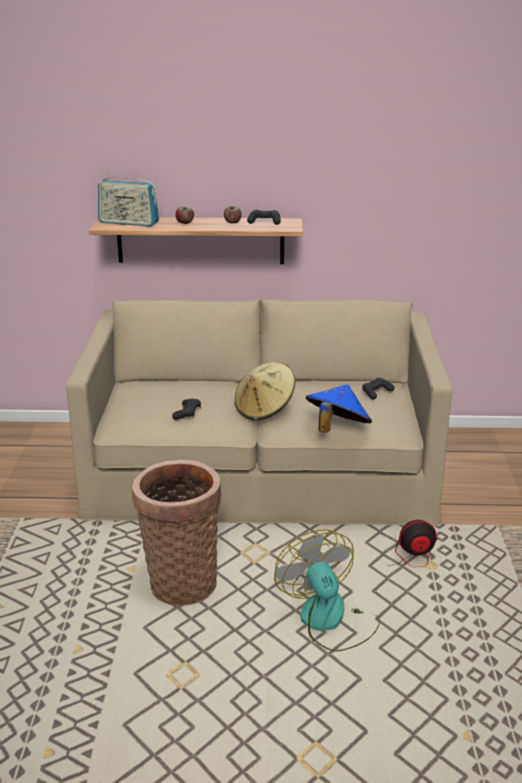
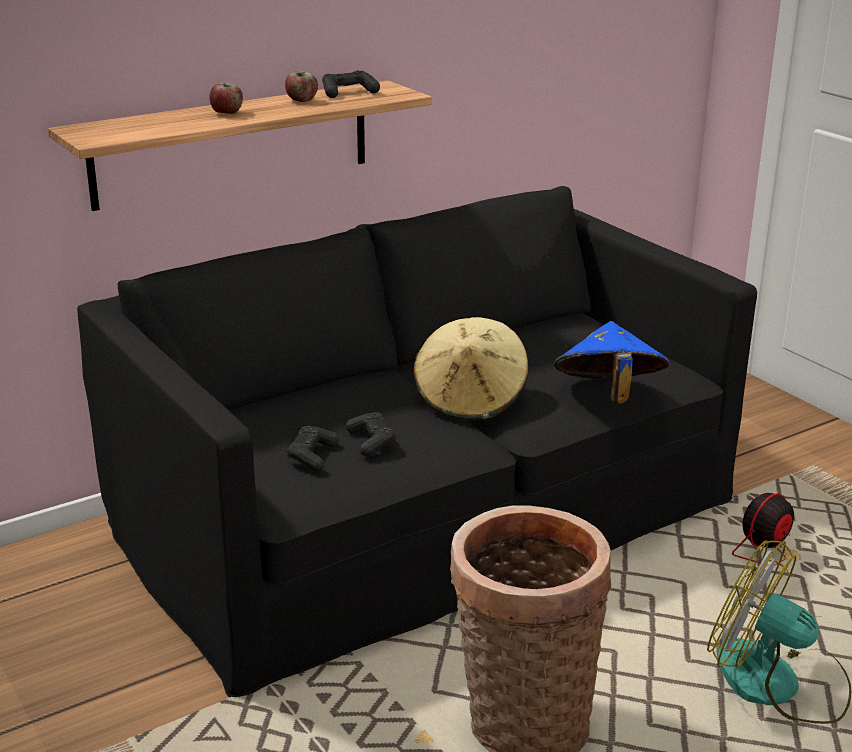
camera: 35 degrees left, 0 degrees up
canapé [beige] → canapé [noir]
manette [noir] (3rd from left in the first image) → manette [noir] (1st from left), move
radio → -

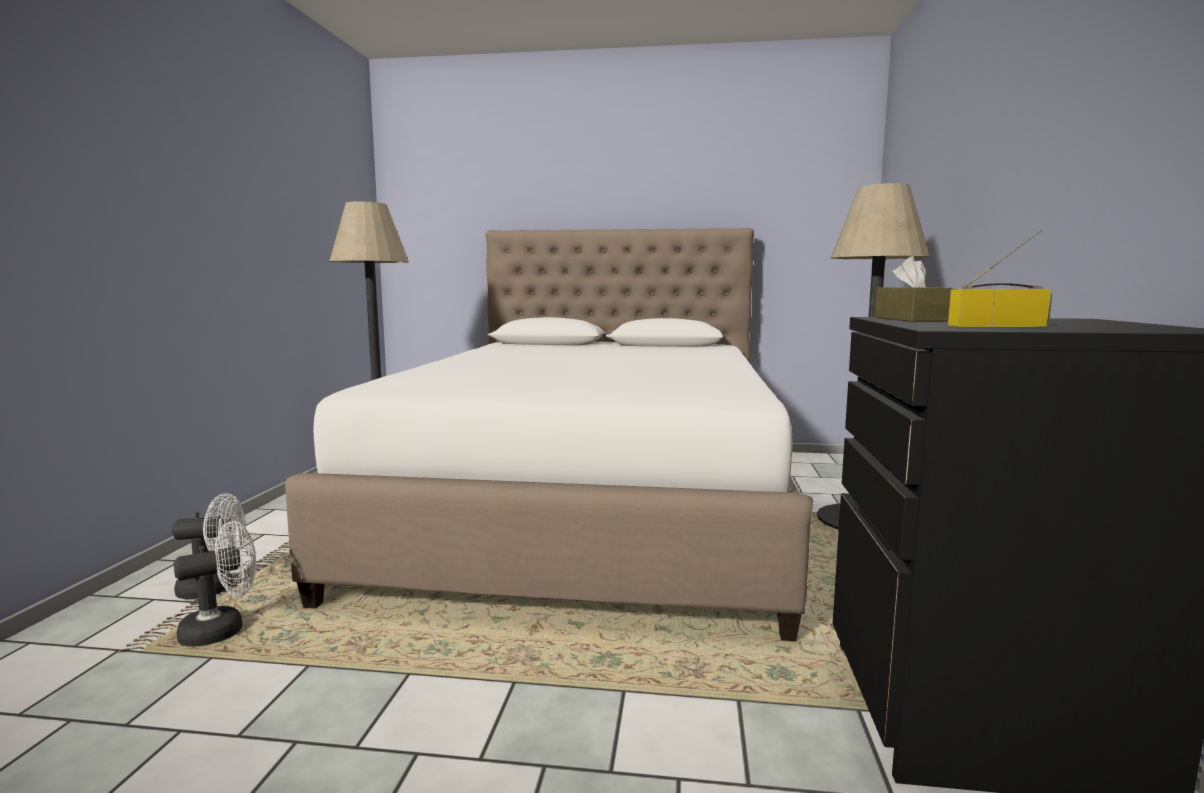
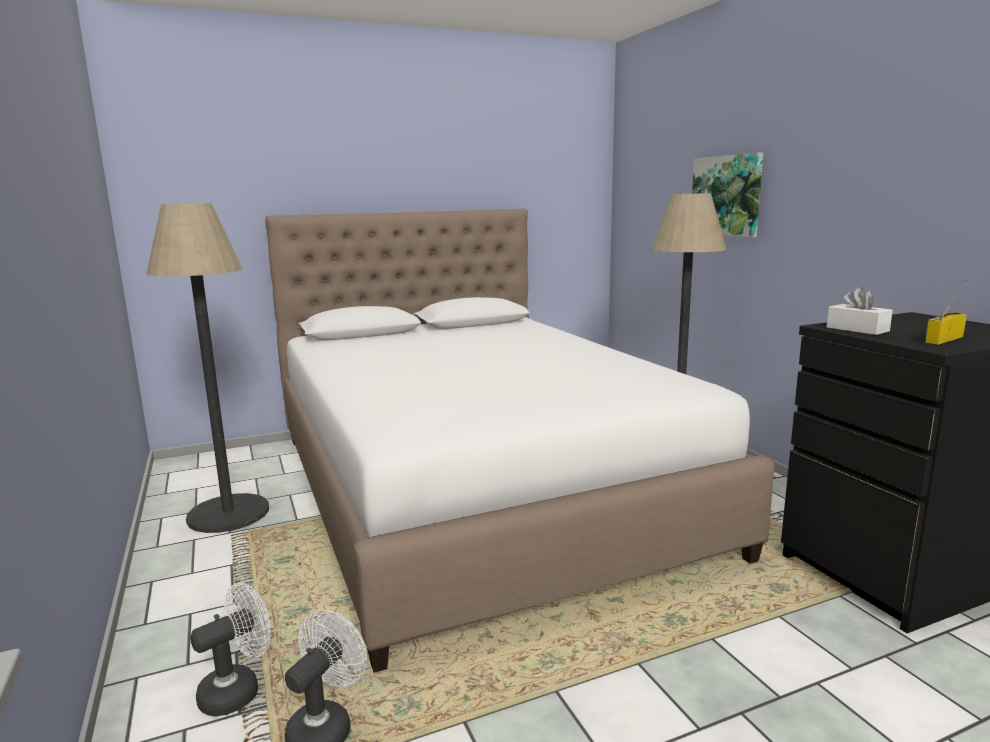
camera: 30 degrees left, 5 degrees up
- → tableau
boîte à mouchoirs [marron] → boîte à mouchoirs [blanc]

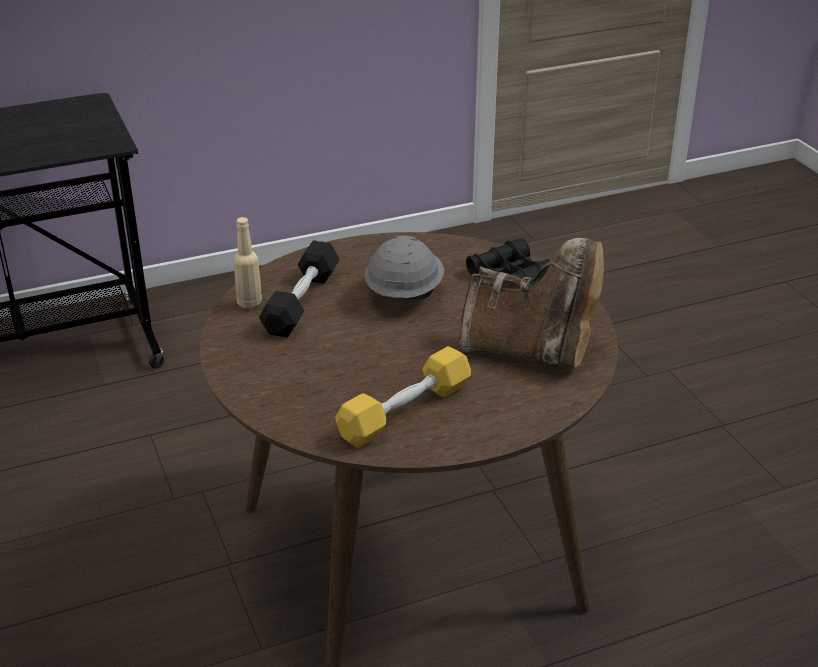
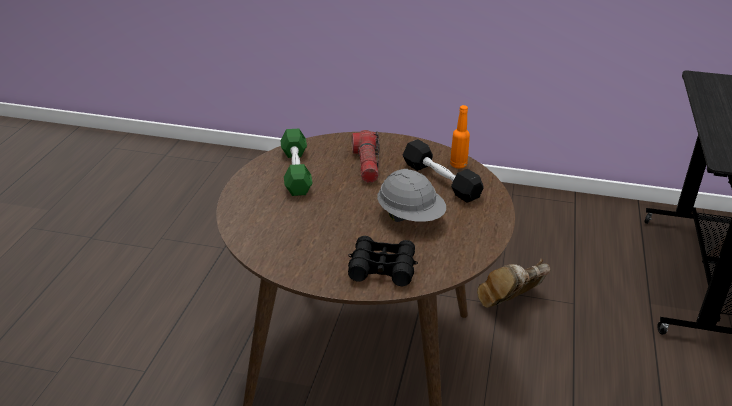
camera: 125 degrees right, 0 degrees up
haltère [jaune] → haltère [vert]
- → lampe de poche
bouteille [beige] → bouteille [orange]
botte [marron], move

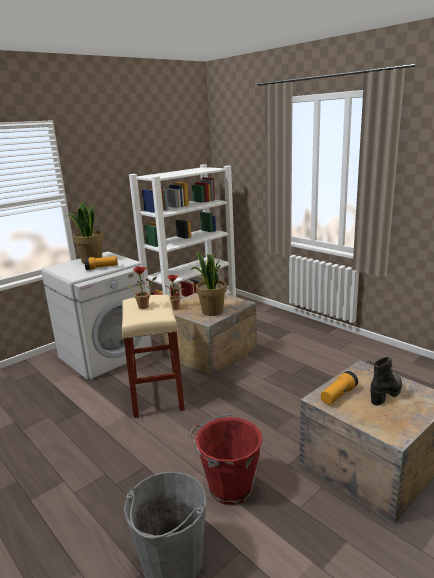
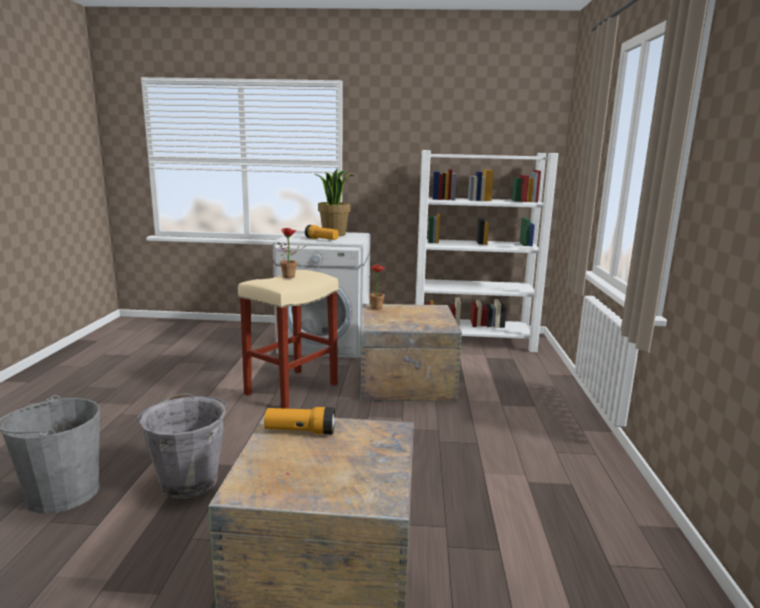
camera: 45 degrees right, 5 degrees down
seau [rouge] → seau [gris] (2nd from left)
plante en pot (4th from left) → -
botte [noir] → -

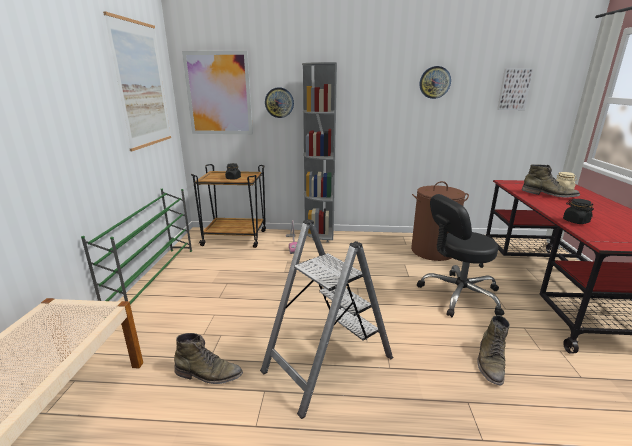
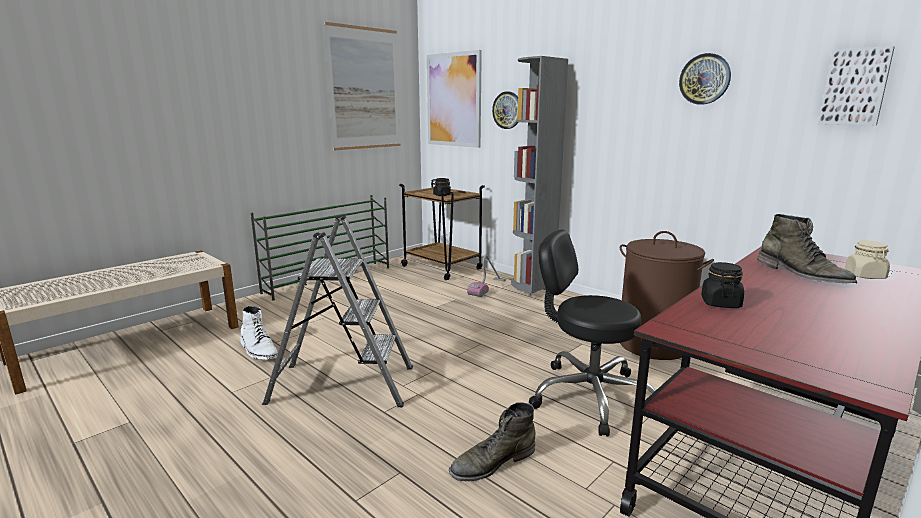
camera: 40 degrees right, 5 degrees down
botte [vert] (1st from left) → botte [blanc]

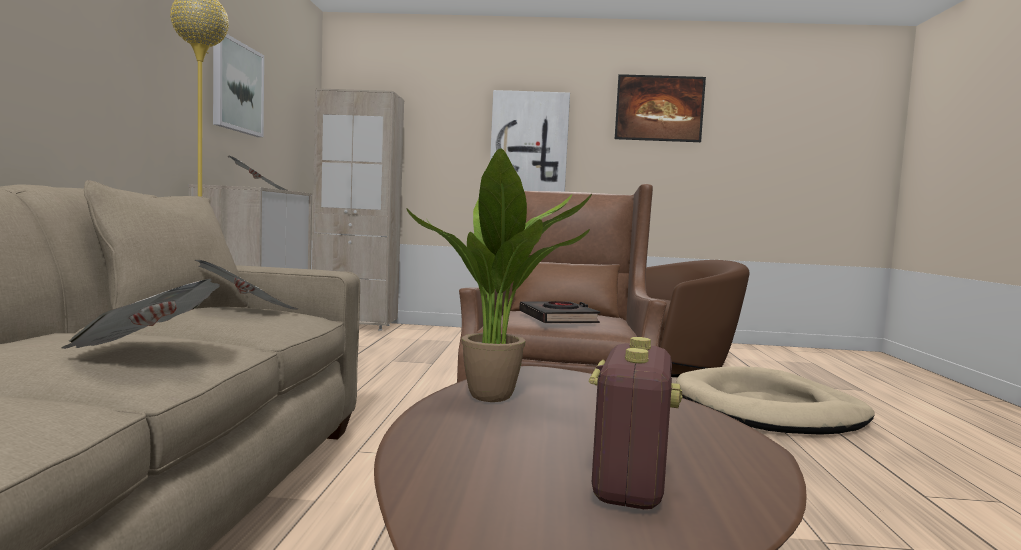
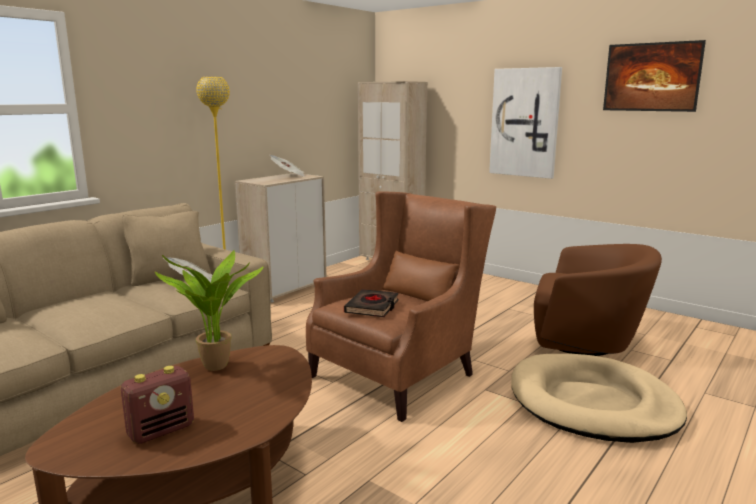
camera: 35 degrees right, 10 degrees up
journal (1st from left) → -
tableau (1st from left) → -

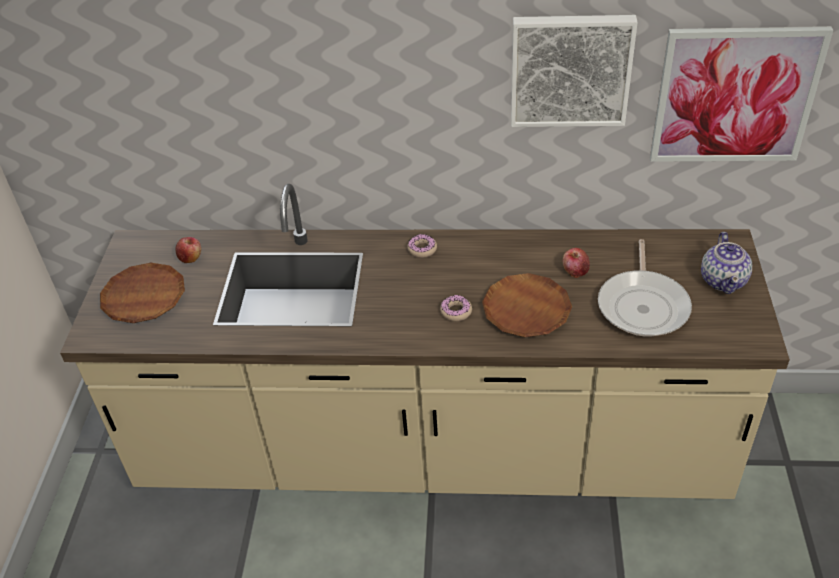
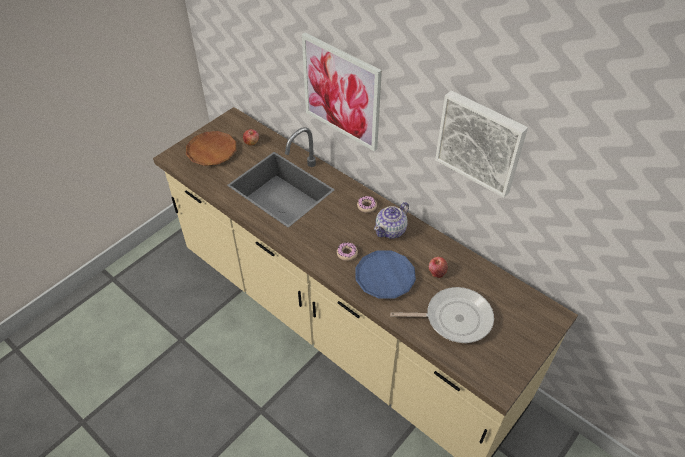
camera: 35 degrees right, 5 degrees up
tableau (2nd from left in the first image) → tableau (1st from left), move
assiette [marron] (2nd from left) → assiette [bleu]
théière, move
poêle, 135 degrees counterclockwise

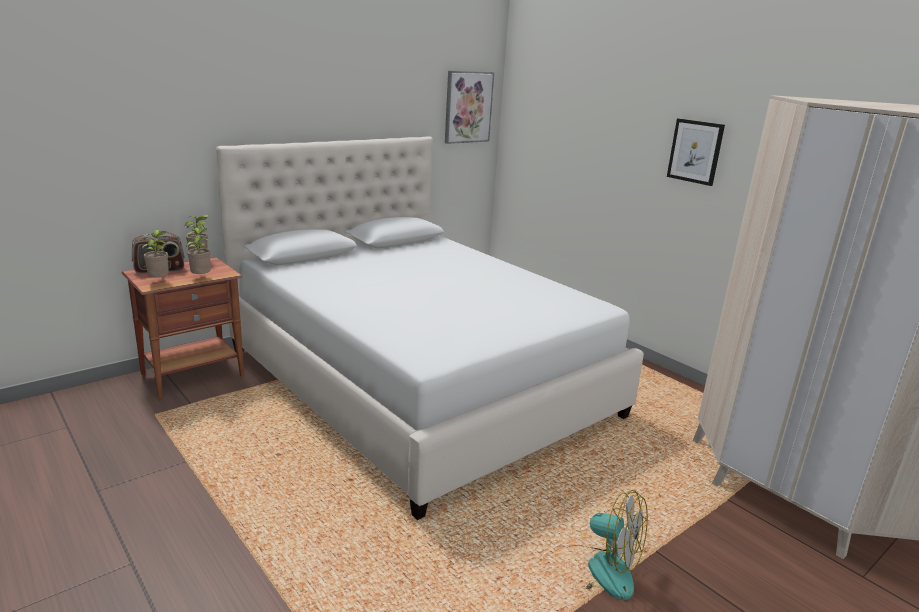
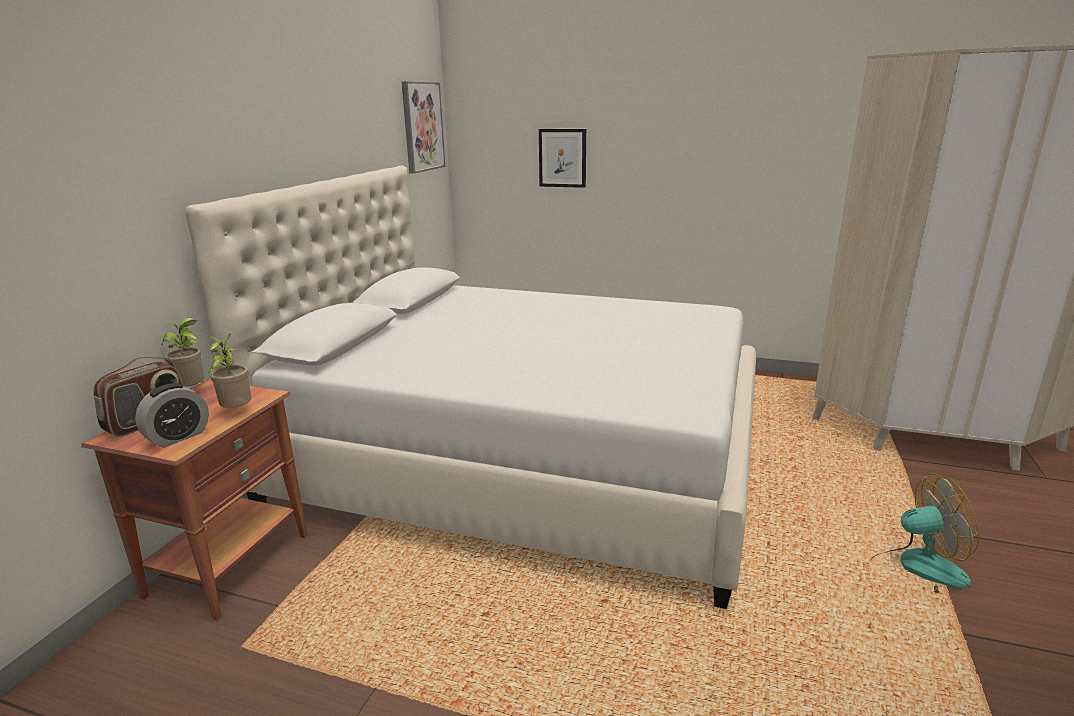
camera: 30 degrees left, 0 degrees up
plante en pot (1st from left) → réveil
tableau (2nd from left), move

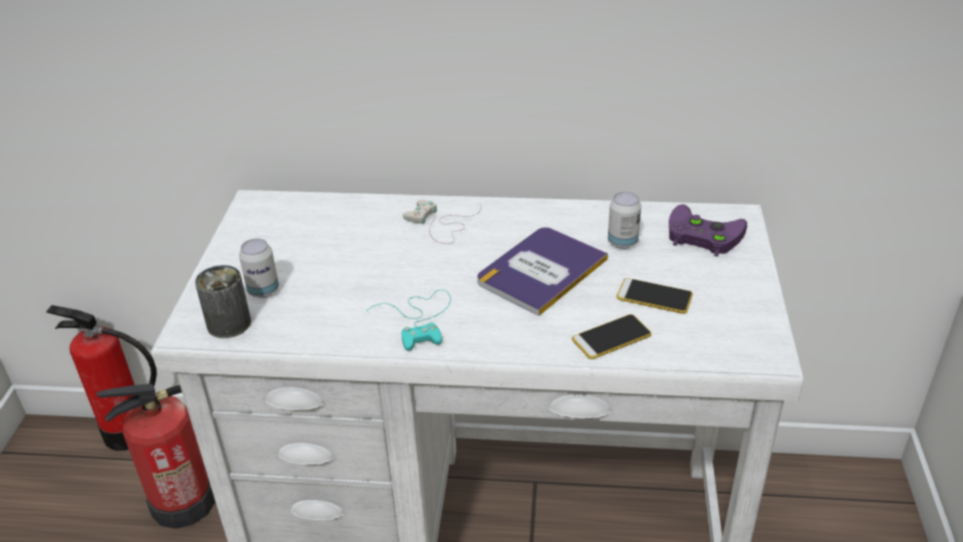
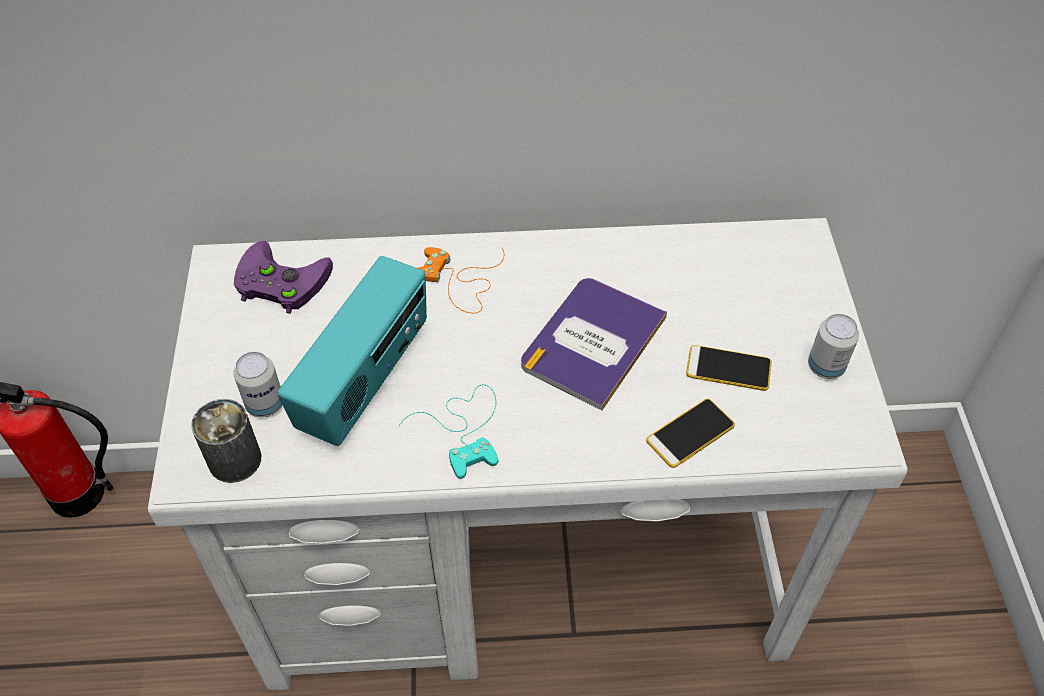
camera: 10 degrees left, 15 degrees up
manette [violet], move
- → radio
manette [blanc] → manette [orange]
boîte métallique (3rd from left), move
extincteur (2nd from left) → -

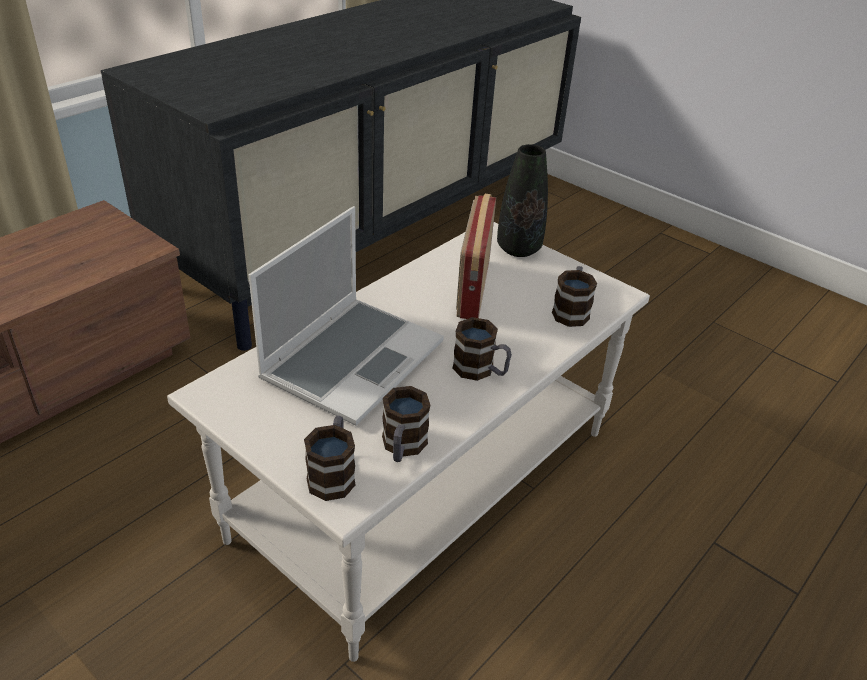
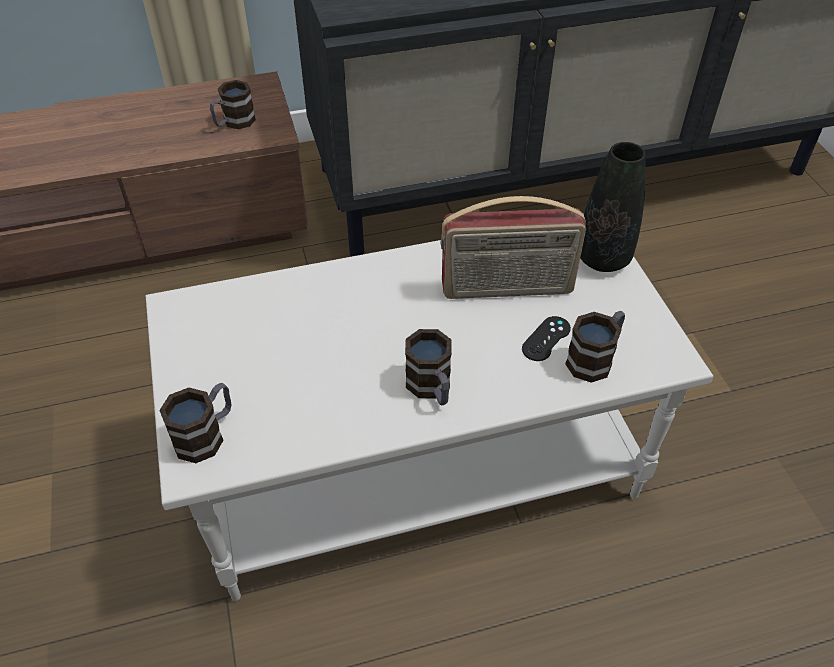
camera: 35 degrees right, 10 degrees up
mug (2nd from left), move
radio, 135 degrees counterclockwise
- → manette [noir]
ordinateur portable → -

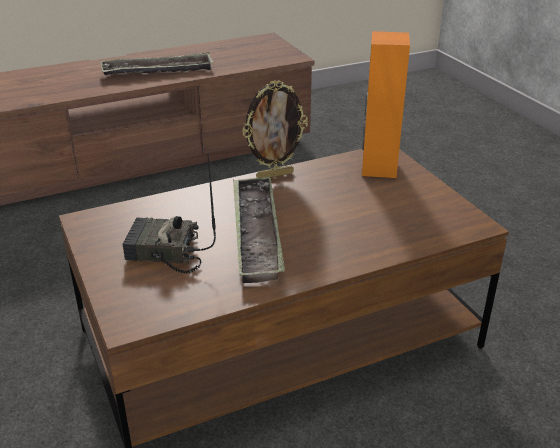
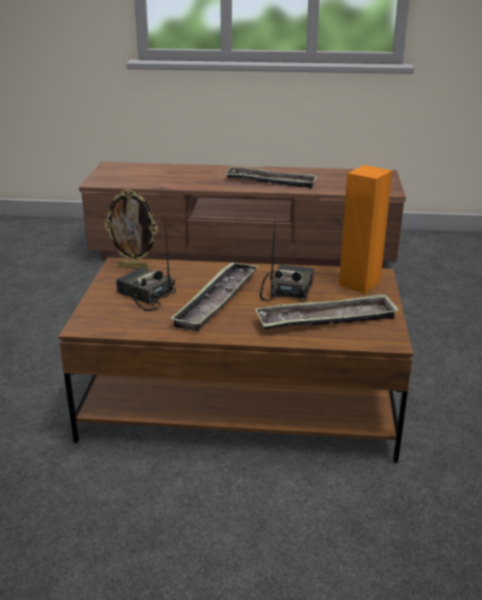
camera: 30 degrees right, 5 degrees down
cadre photo, move
- → plateau (3rd from left)
- → radio (2nd from left)

